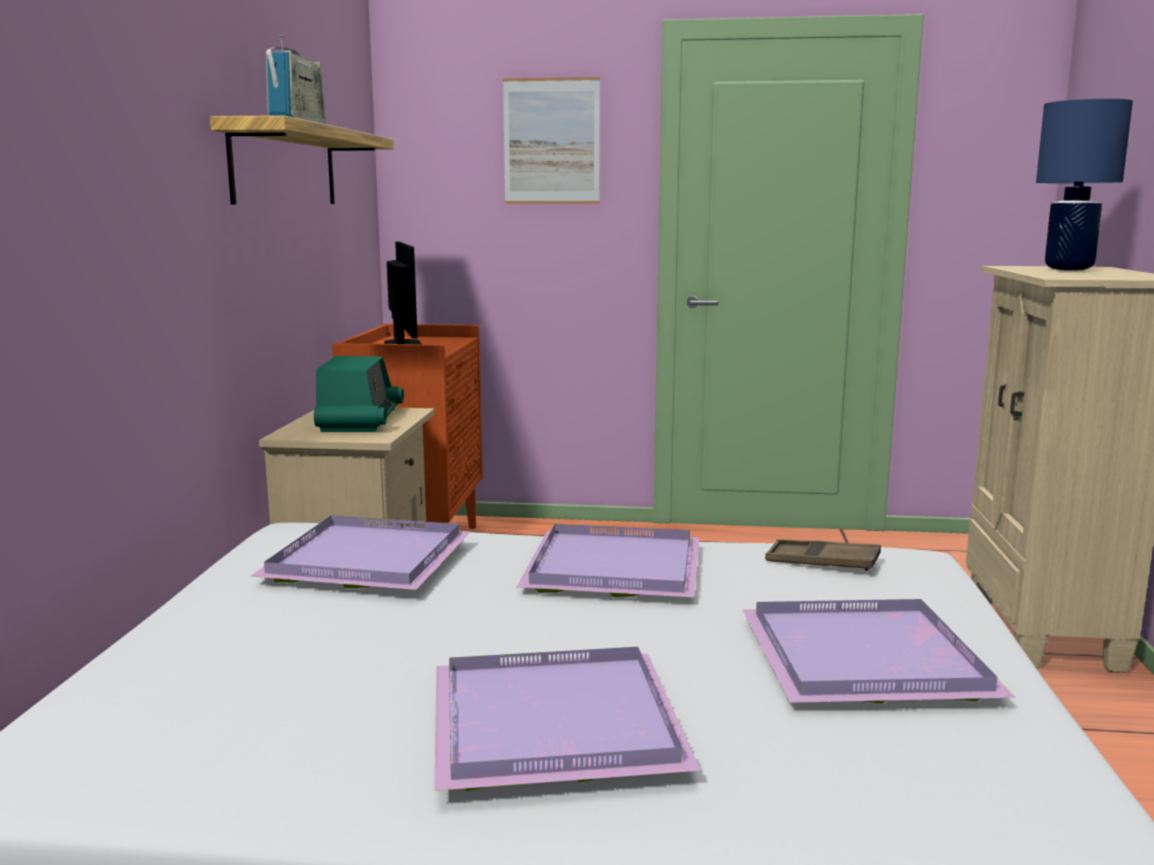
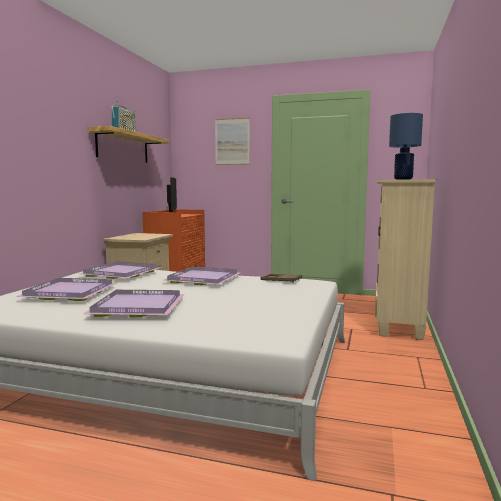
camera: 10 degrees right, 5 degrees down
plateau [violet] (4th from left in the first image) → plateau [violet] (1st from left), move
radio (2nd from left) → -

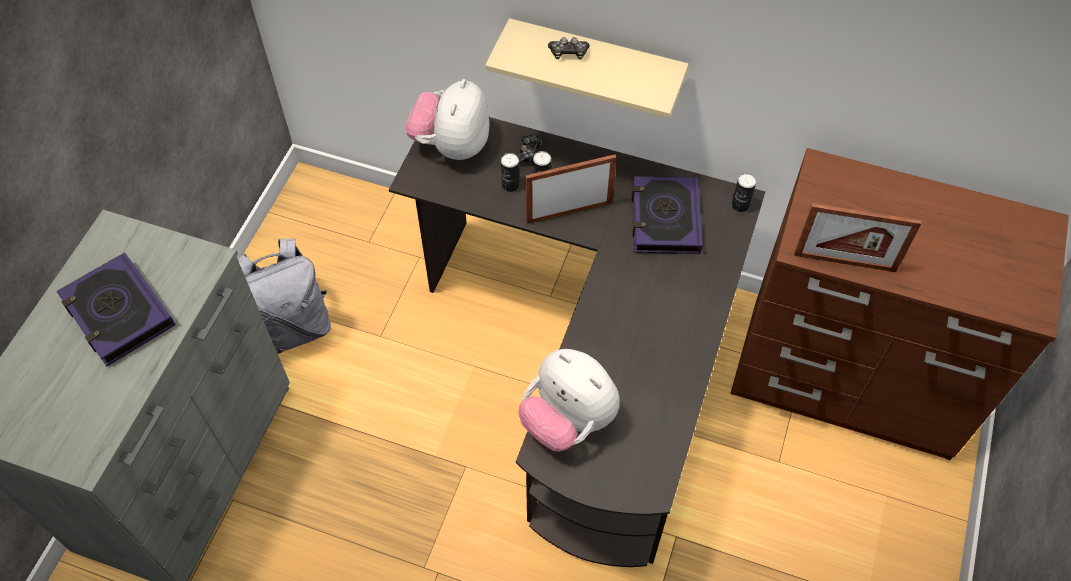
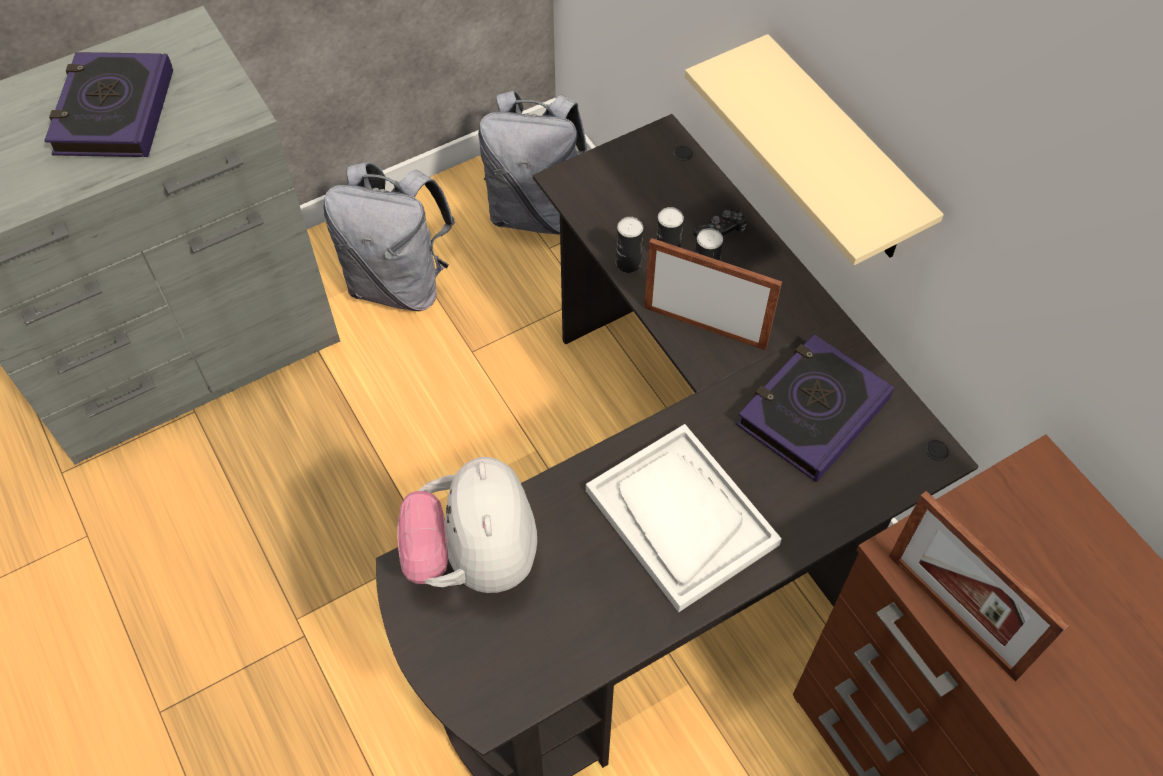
camera: 40 degrees right, 0 degrees up
- → sac à dos [gris] (2nd from left)
- → plateau [blanc]
boîte métallique (3rd from left in the first image) → boîte métallique (1st from left), move
peluche (1st from left) → -
manette (2nd from left) → -

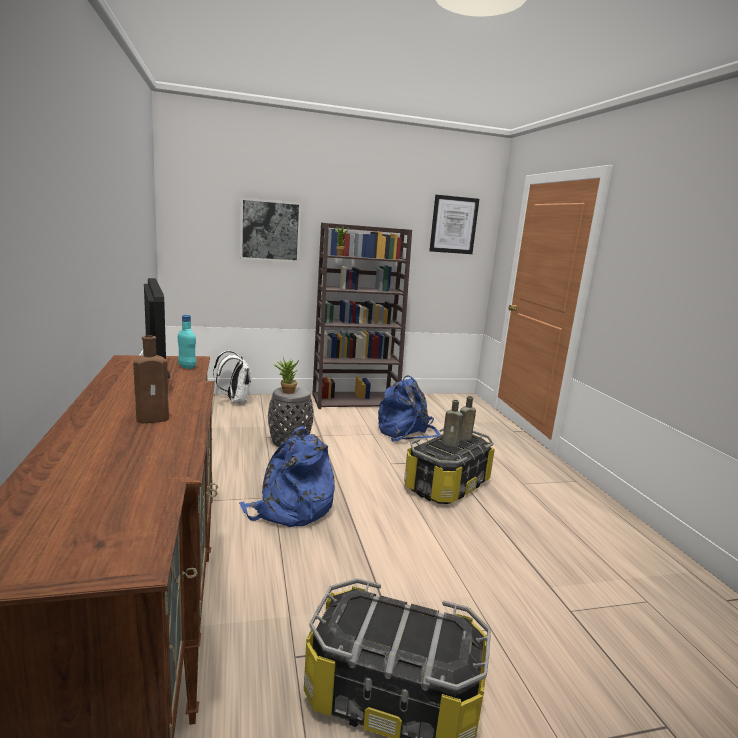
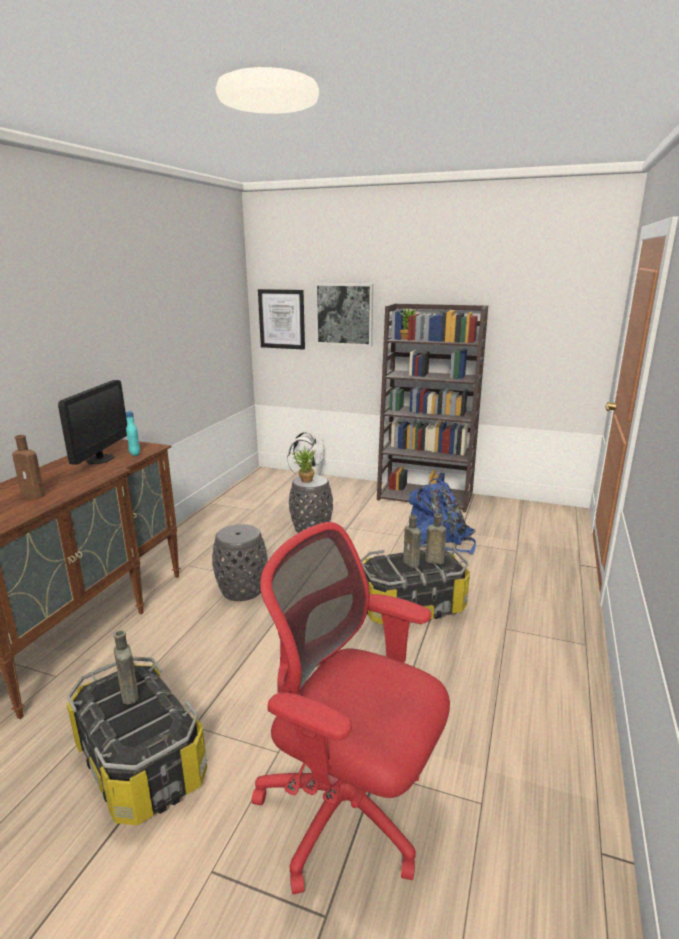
camera: 35 degrees right, 5 degrees up
- → bouteille [marron] (2nd from left)
sac à dos [bleu] (1st from left) → tabouret [gris] (1st from left)
- → chaise de bureau [rouge]
tableau (2nd from left in the first image) → tableau (1st from left), move

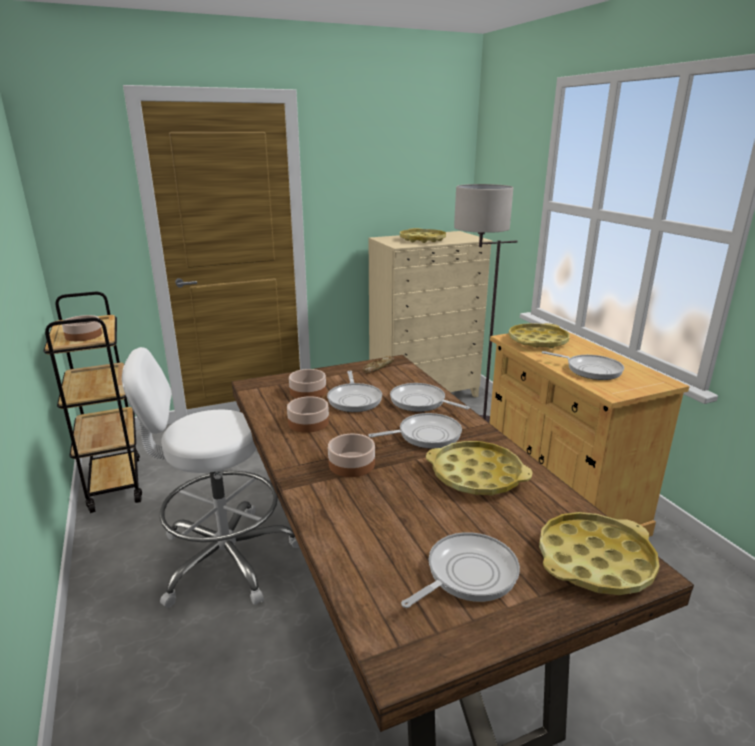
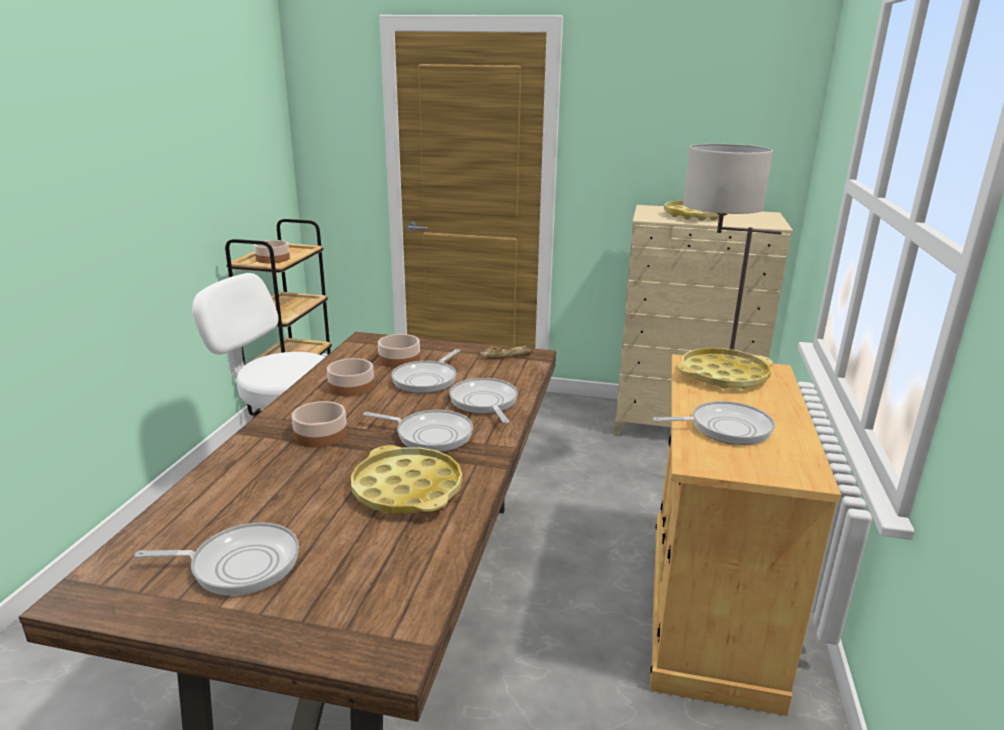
camera: 35 degrees right, 0 degrees up
poêle (5th from left), 75 degrees counterclockwise
plateau [jaune] (4th from left) → -

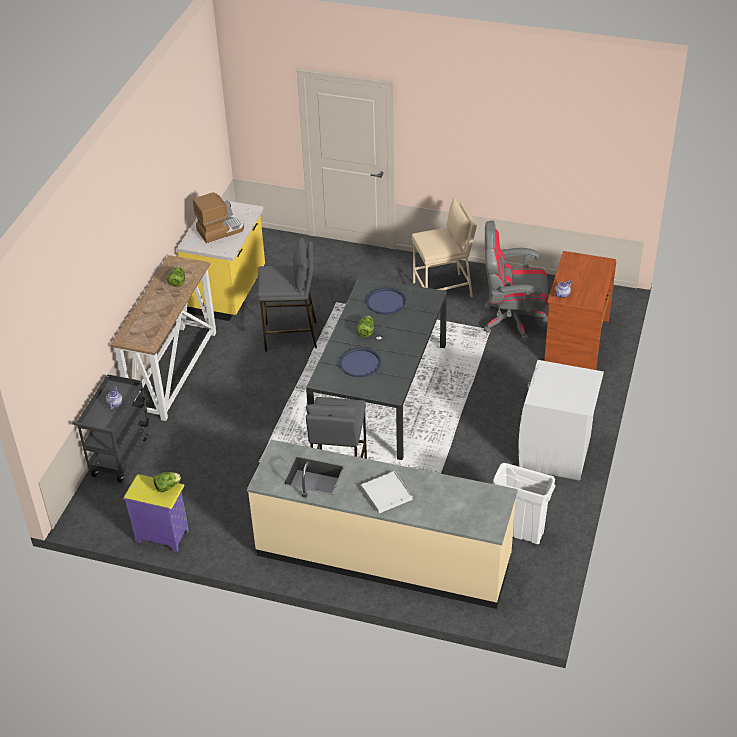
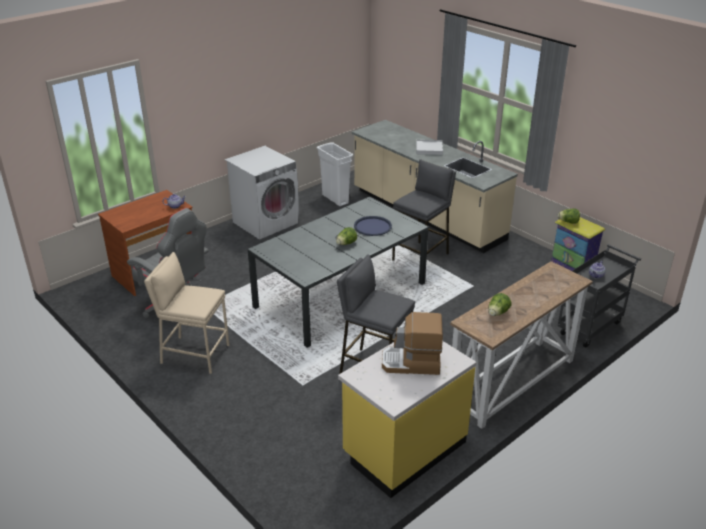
camera: 150 degrees left, 10 degrees down
plateau [bleu] (2nd from left) → -

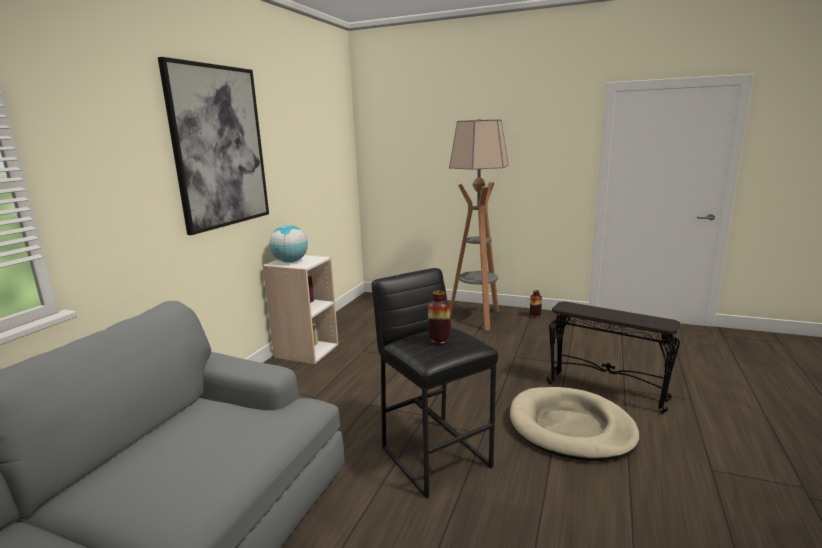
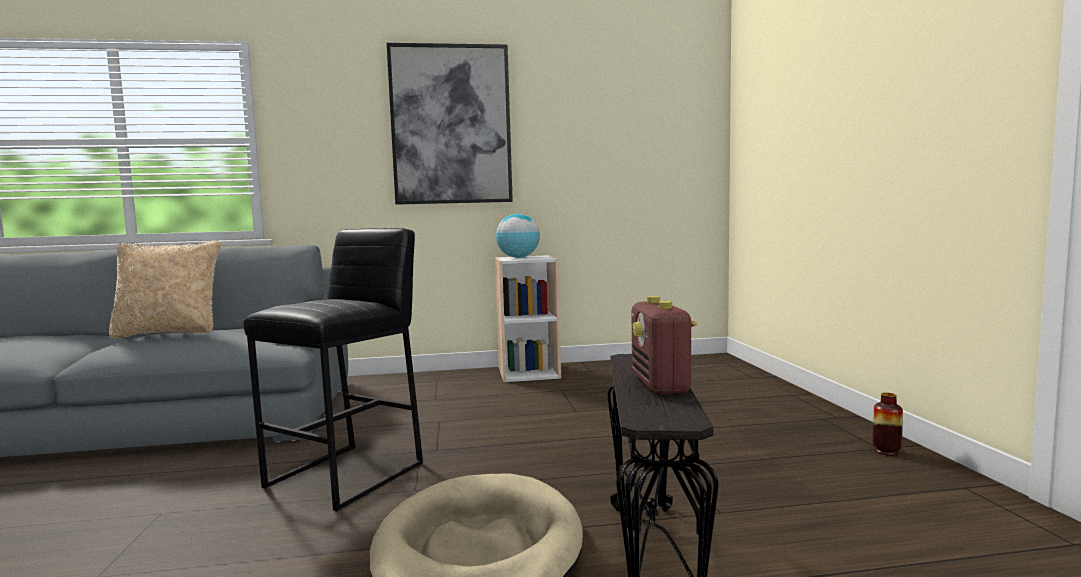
camera: 60 degrees right, 10 degrees down
- → coussin [beige]
- → radio
vase (1st from left) → -
lampadaire → -

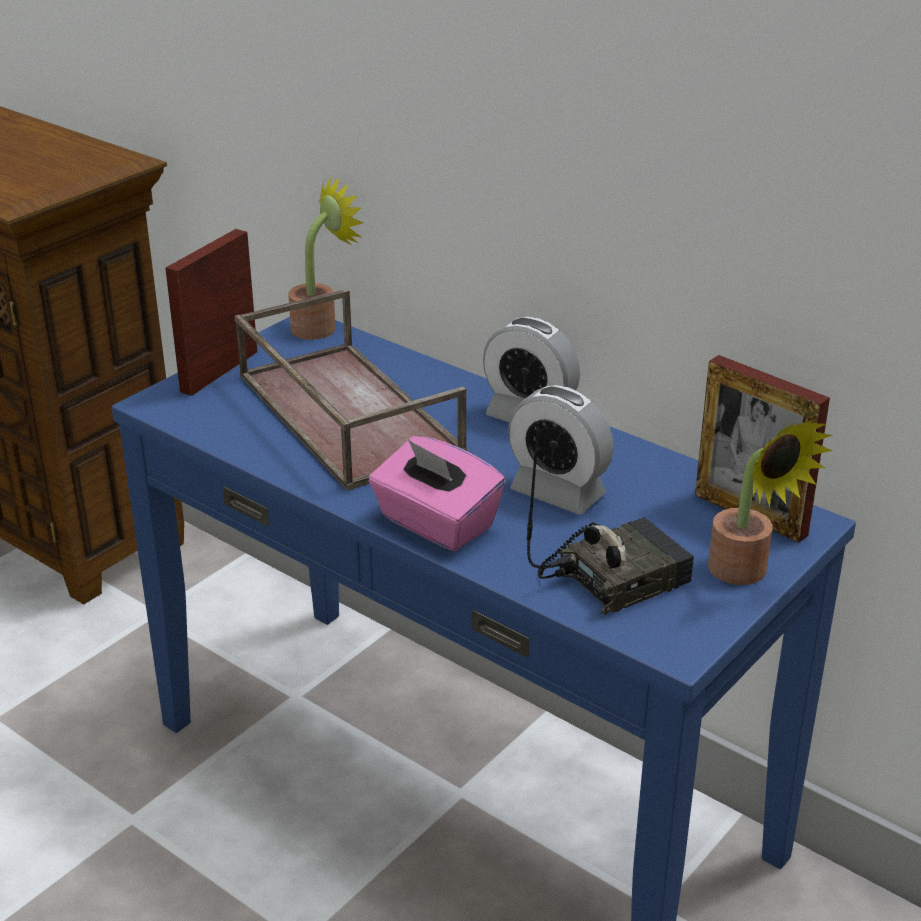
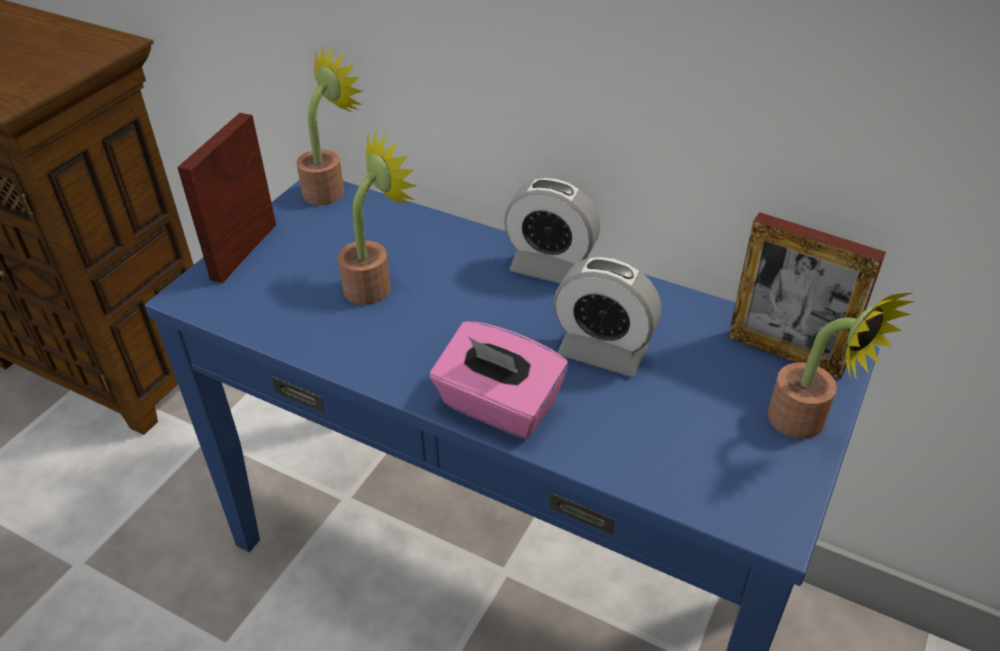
camera: 10 degrees left, 10 degrees up
plateau [marron] → plante en pot (2nd from left)
radio → -

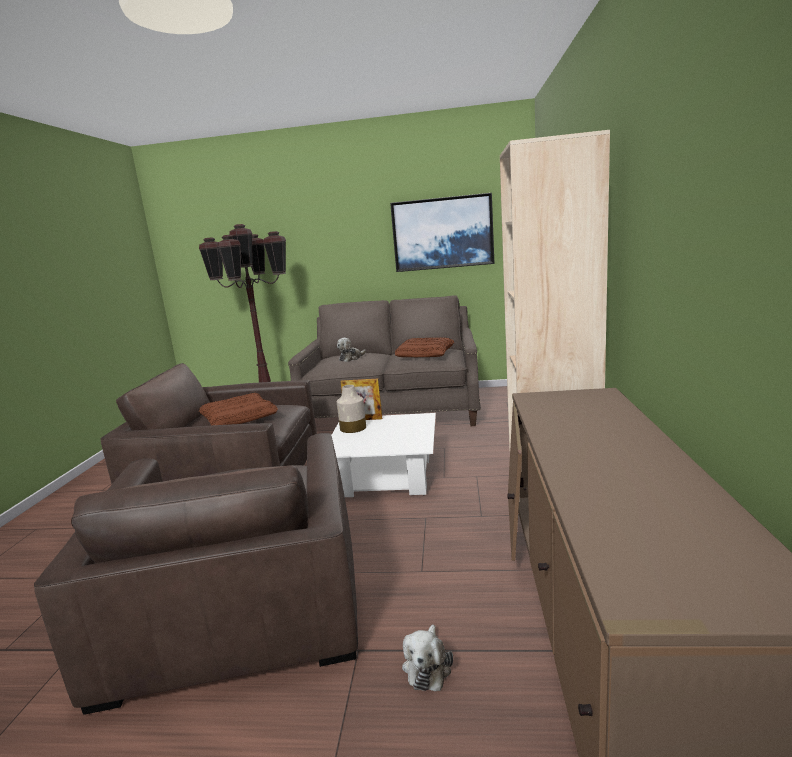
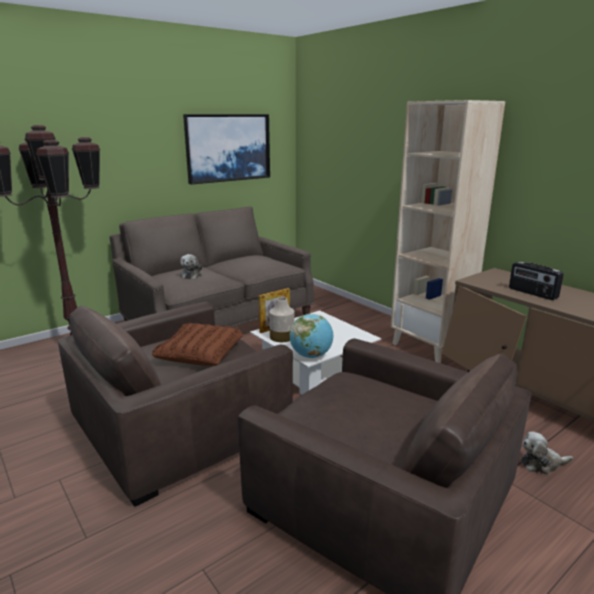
camera: 45 degrees left, 5 degrees up
- → globe
- → radio
peluche (2nd from left), 120 degrees clockwise
coussin [marron] (2nd from left) → -

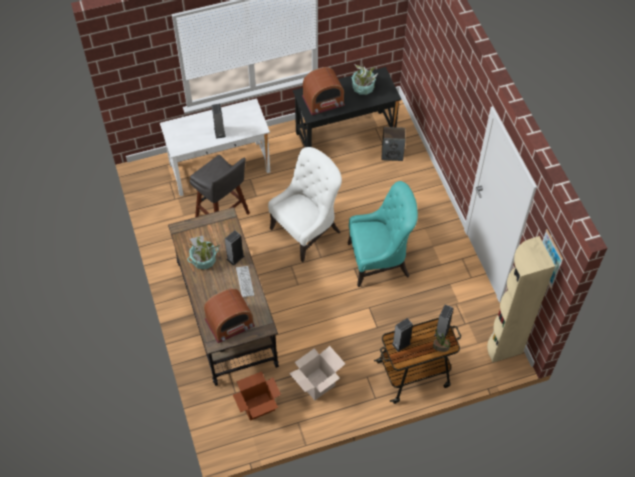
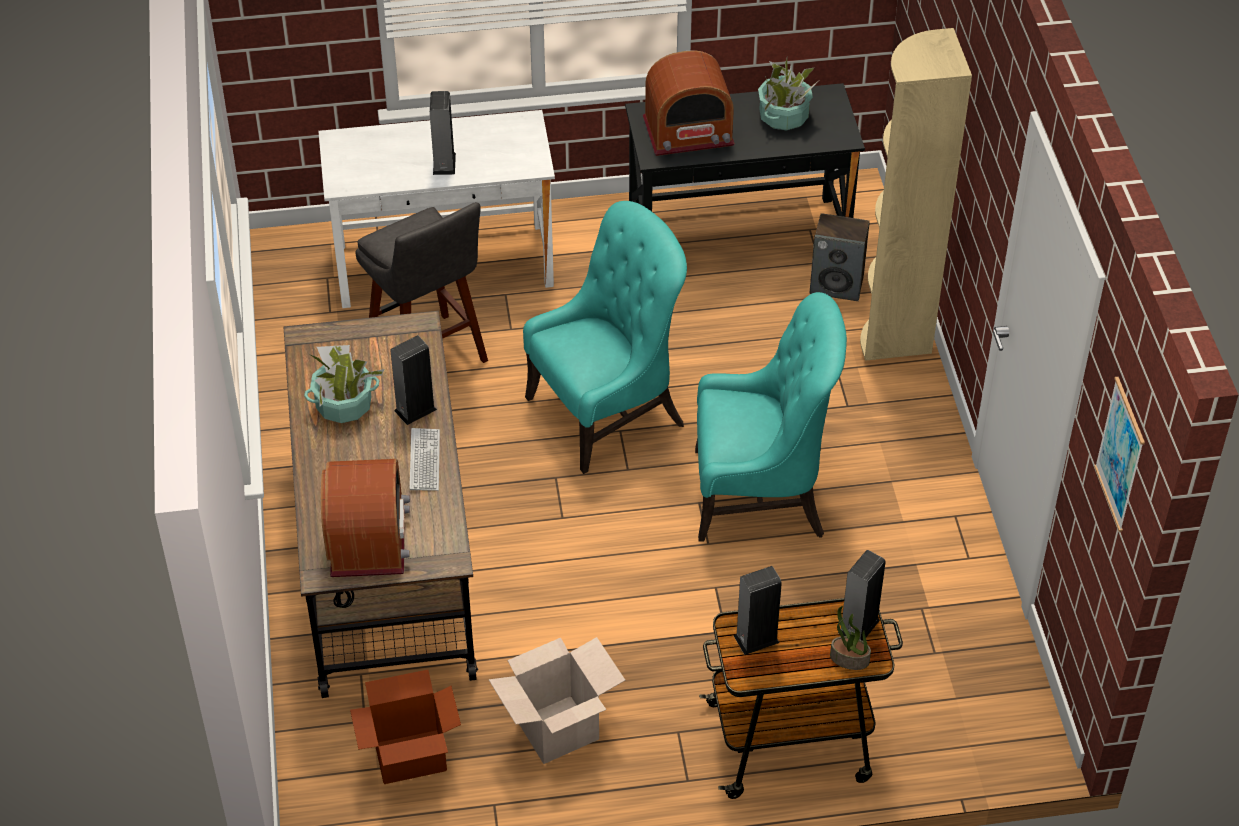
camera: 10 degrees right, 10 degrees down
radio (1st from left), 75 degrees counterclockwise
chaise [blanc] → chaise [turquoise] (1st from left)
bibliothèque [beige], move

